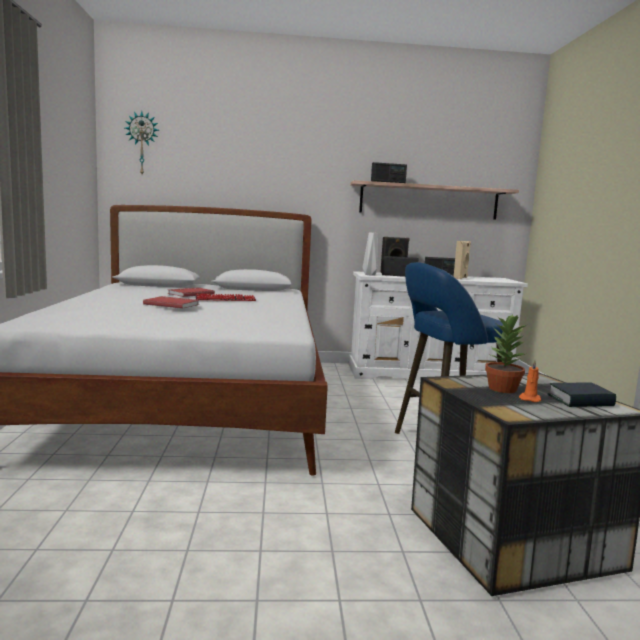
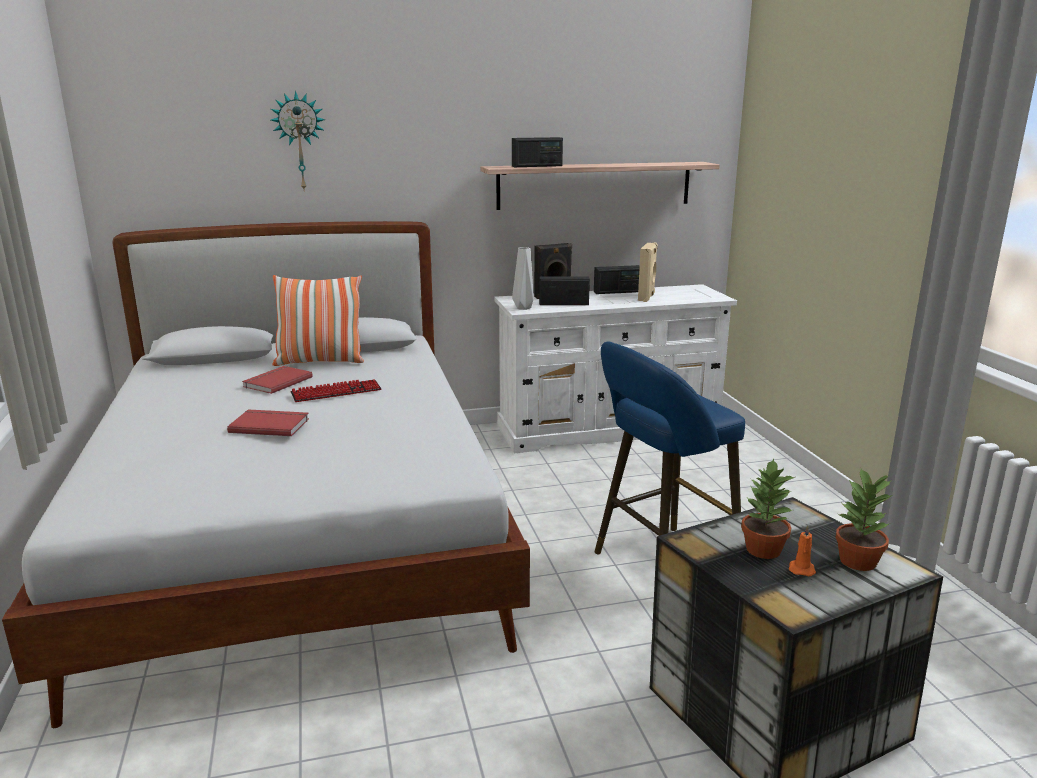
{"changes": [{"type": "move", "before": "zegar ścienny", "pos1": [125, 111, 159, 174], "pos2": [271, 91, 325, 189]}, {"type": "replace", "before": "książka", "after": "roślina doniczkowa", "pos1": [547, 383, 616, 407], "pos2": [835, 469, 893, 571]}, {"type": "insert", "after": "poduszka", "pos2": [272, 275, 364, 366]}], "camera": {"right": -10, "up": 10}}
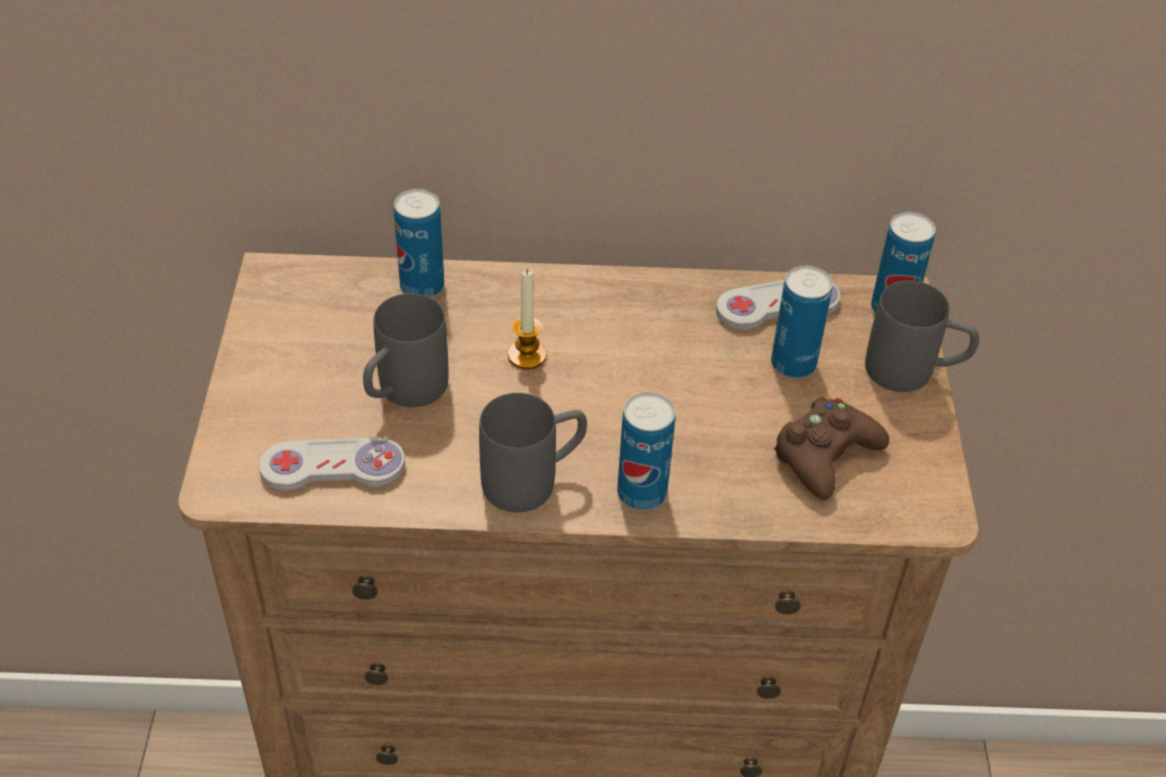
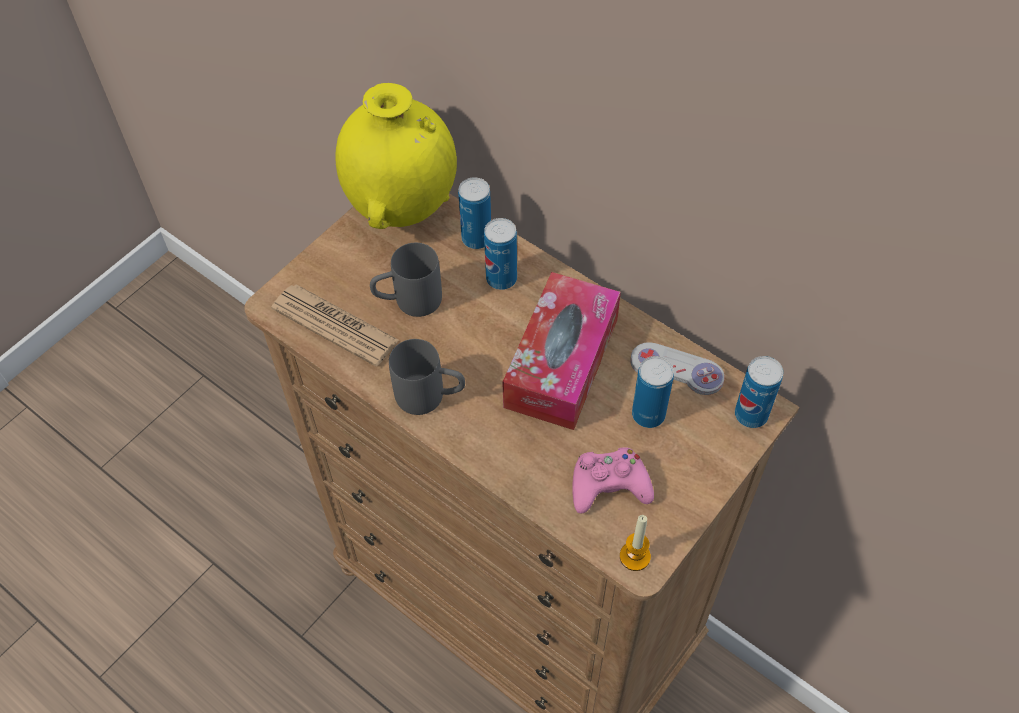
{"changes": [{"type": "replace", "before": "pad do gier (biały)", "after": "gazeta", "pos1": [259, 437, 405, 491], "pos2": [271, 284, 399, 367]}, {"type": "move", "before": "świeca", "pos1": [508, 269, 547, 369], "pos2": [620, 515, 651, 571]}, {"type": "move", "before": "puszka", "pos1": [617, 392, 675, 510], "pos2": [484, 218, 517, 290]}, {"type": "recolor", "before": "pad do gier (brązowy)", "after": "pad do gier (różowy)", "pos1": [774, 397, 889, 500], "pos2": [572, 447, 654, 513]}, {"type": "delete", "before": "kubek (szary)", "pos1": [865, 280, 979, 392]}, {"type": "insert", "after": "wazon (żółty)", "pos2": [336, 83, 457, 229]}, {"type": "insert", "after": "pudełko chusteczek", "pos2": [502, 272, 621, 430]}], "camera": {"right": 40, "up": 10}}
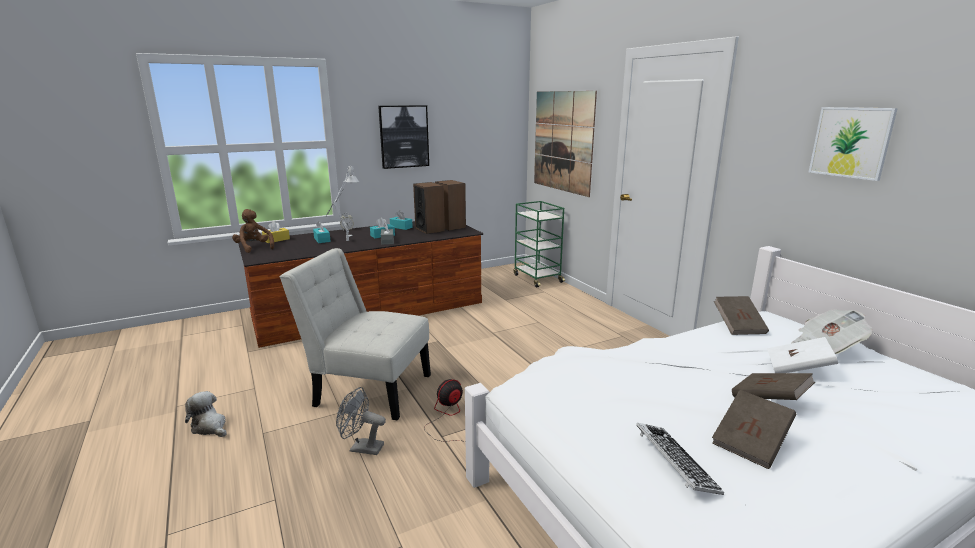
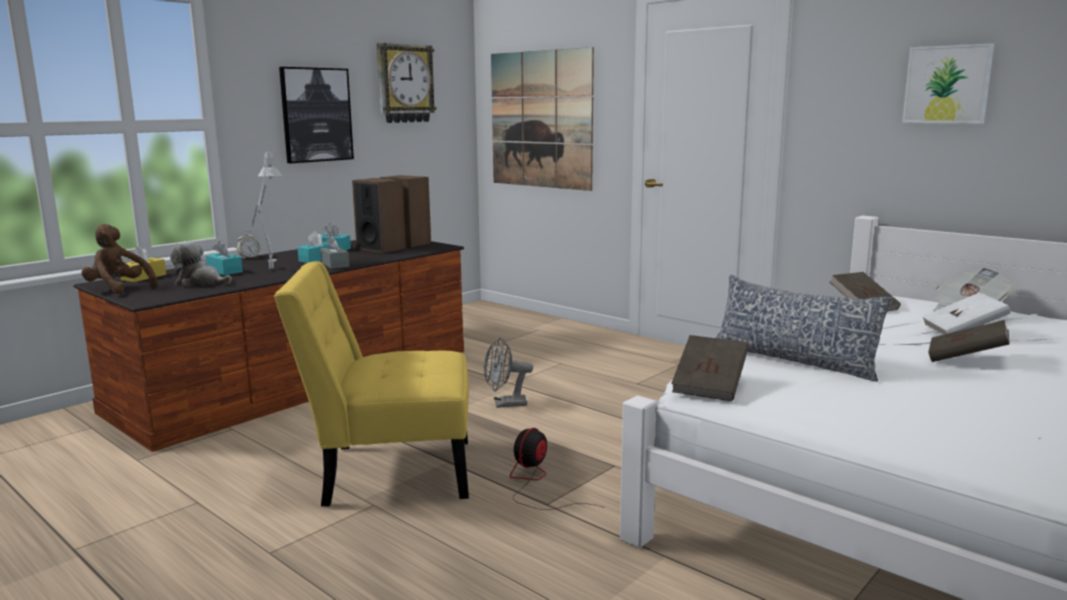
{"changes": [{"type": "move", "before": "pluszak", "pos1": [185, 391, 227, 437], "pos2": [170, 241, 232, 287]}, {"type": "recolor", "before": "krzesło (biały)", "after": "krzesło (żółty)", "pos1": [280, 248, 431, 421], "pos2": [274, 261, 469, 506]}, {"type": "move", "before": "wentylator (szary)", "pos1": [336, 387, 386, 455], "pos2": [484, 338, 533, 408]}, {"type": "delete", "before": "wózek (zielony)", "pos1": [513, 201, 565, 288]}, {"type": "delete", "before": "klawiatura", "pos1": [636, 423, 724, 495]}, {"type": "move", "before": "książka (brązowy)", "pos1": [712, 390, 796, 469], "pos2": [671, 335, 749, 401]}, {"type": "insert", "after": "zegar ścienny", "pos2": [377, 43, 436, 123]}, {"type": "insert", "after": "poduszka", "pos2": [716, 275, 893, 382]}], "camera": {"right": -20, "up": -5}}
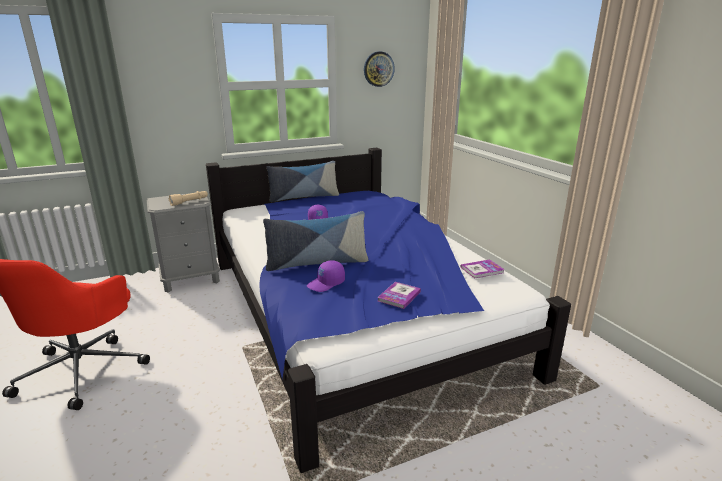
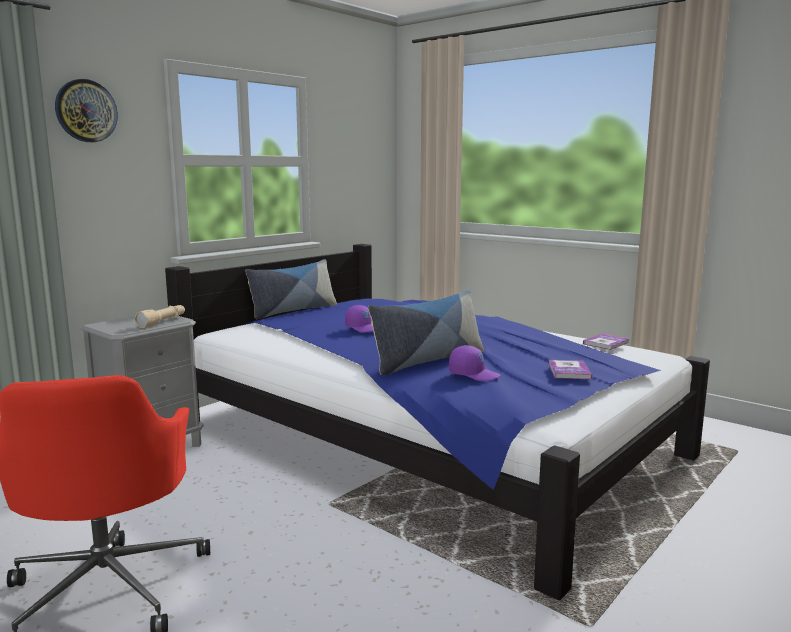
{"changes": [{"type": "rotate", "before": "czapka z daszkiem (fioletowy)", "pos1": [307, 260, 345, 292], "pos2": [449, 345, 500, 382], "turn": -90}, {"type": "move", "before": "zegar ścienny", "pos1": [364, 52, 395, 87], "pos2": [55, 79, 118, 142]}], "camera": {"right": -25, "up": -10}}
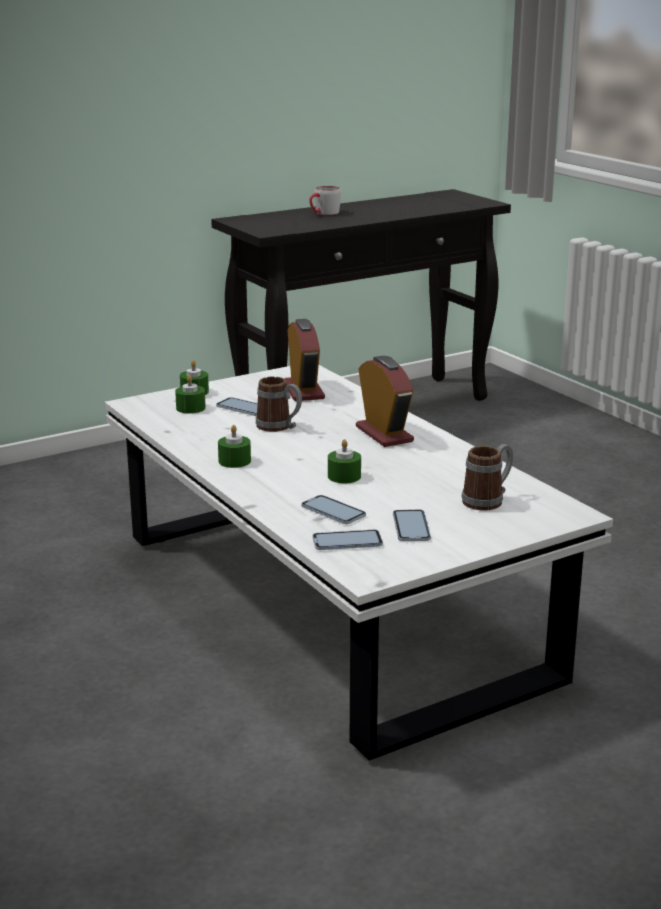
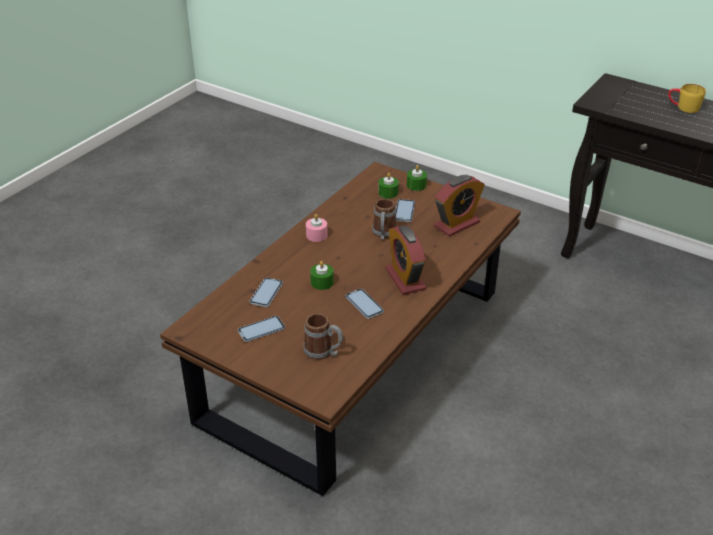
{"changes": [{"type": "recolor", "before": "ława (biały)", "after": "ława (brązowy)", "pos1": [104, 365, 613, 761], "pos2": [160, 162, 521, 496]}, {"type": "recolor", "before": "świeca (zielony)", "after": "świeca (różowy)", "pos1": [218, 425, 251, 468], "pos2": [306, 214, 328, 242]}, {"type": "recolor", "before": "kubek (szary)", "after": "kubek (żółty)", "pos1": [309, 186, 341, 215], "pos2": [668, 84, 706, 113]}, {"type": "move", "before": "telefon", "pos1": [312, 530, 383, 550], "pos2": [346, 289, 384, 319]}, {"type": "rotate", "before": "budzik", "pos1": [356, 356, 414, 447], "pos2": [386, 225, 426, 295], "turn": 120}], "camera": {"right": 65, "up": 15}}
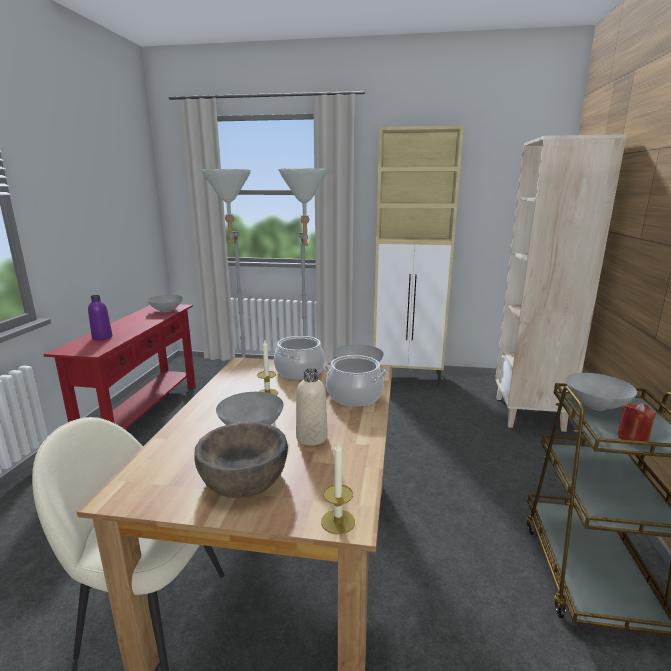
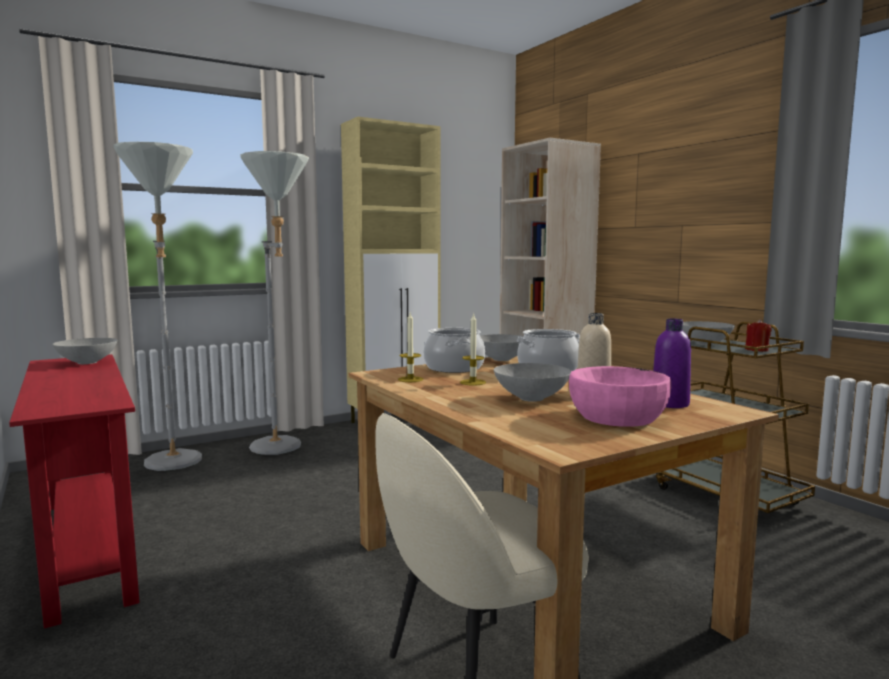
{"changes": [{"type": "move", "before": "butelka (fioletowy)", "pos1": [88, 295, 112, 340], "pos2": [653, 319, 691, 408]}, {"type": "recolor", "before": "miska (brązowy)", "after": "miska (różowy)", "pos1": [194, 422, 288, 498], "pos2": [569, 366, 671, 427]}, {"type": "move", "before": "świeca", "pos1": [321, 441, 355, 534], "pos2": [398, 313, 423, 382]}], "camera": {"right": -40, "up": -10}}
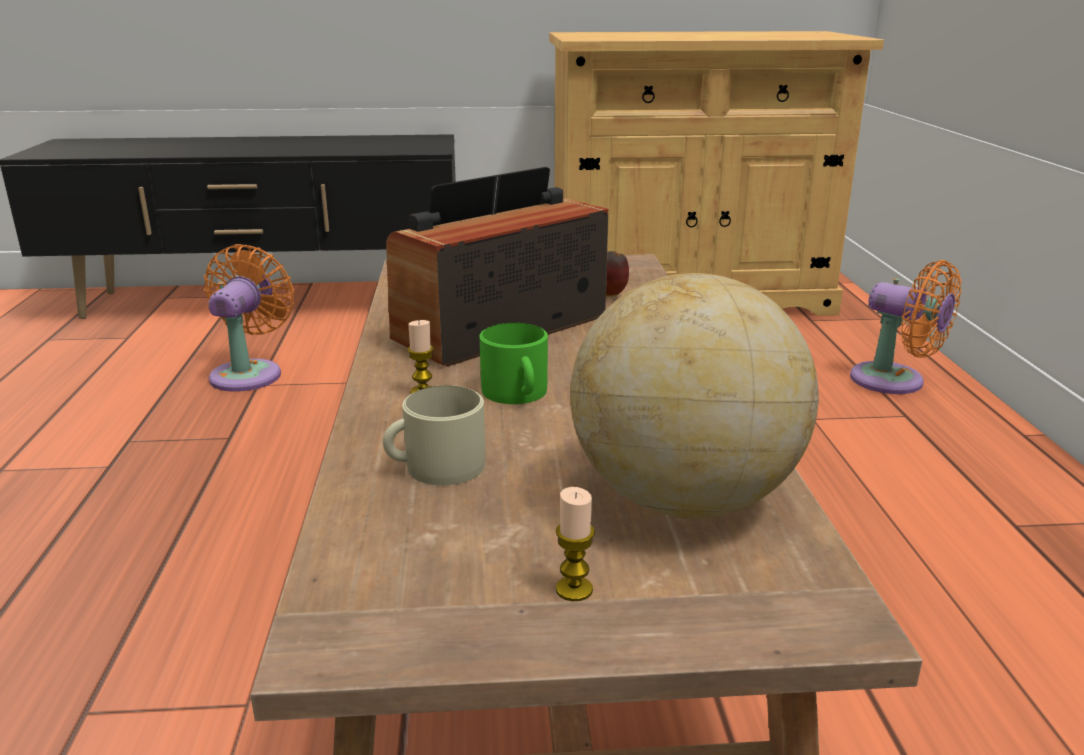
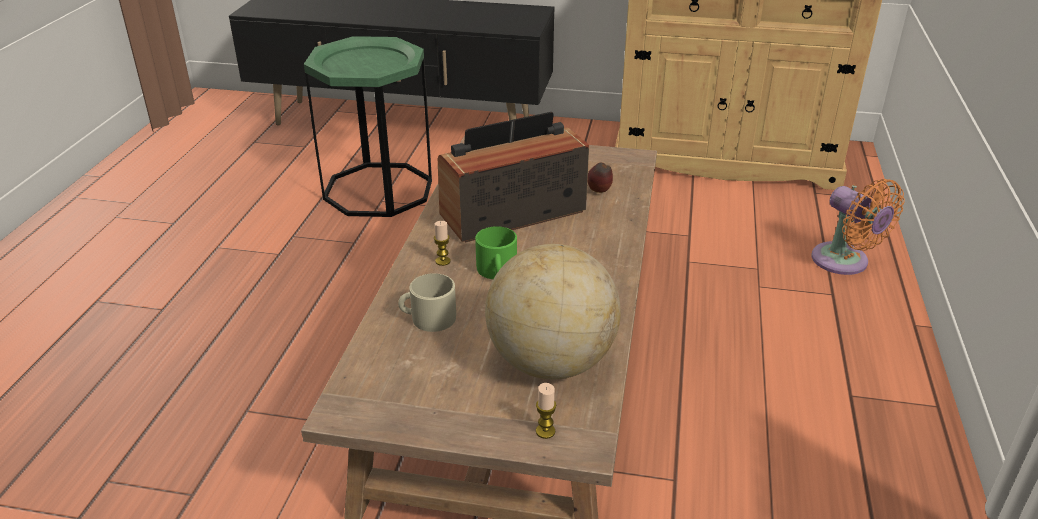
{"changes": [{"type": "replace", "before": "wentylator (pomarańczowy)", "after": "stolik (zielony)", "pos1": [204, 244, 294, 392], "pos2": [304, 36, 432, 217]}, {"type": "move", "before": "świeca", "pos1": [556, 487, 595, 601], "pos2": [536, 383, 556, 439]}], "camera": {"right": 15, "up": 10}}
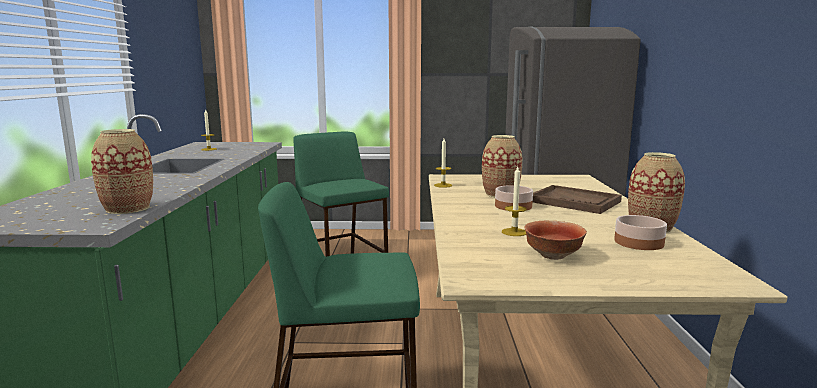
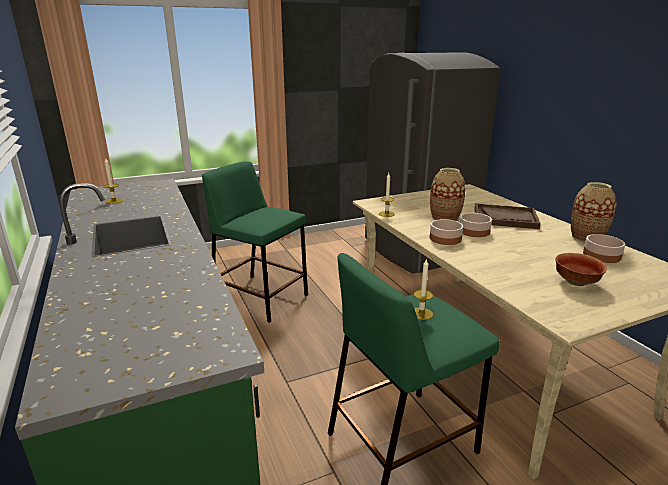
{"changes": [{"type": "delete", "before": "wazon", "pos1": [91, 129, 153, 214]}, {"type": "move", "before": "świeca", "pos1": [502, 167, 527, 236], "pos2": [413, 259, 433, 320]}, {"type": "insert", "after": "miska", "pos2": [430, 219, 463, 245]}], "camera": {"right": -25, "up": 10}}
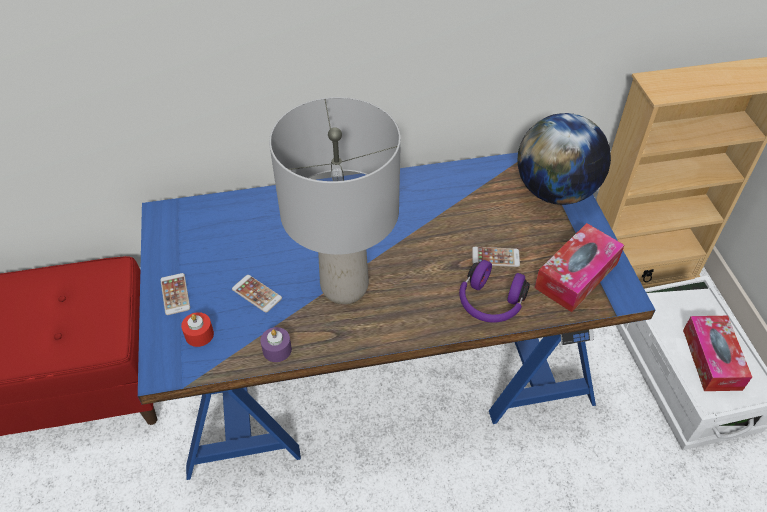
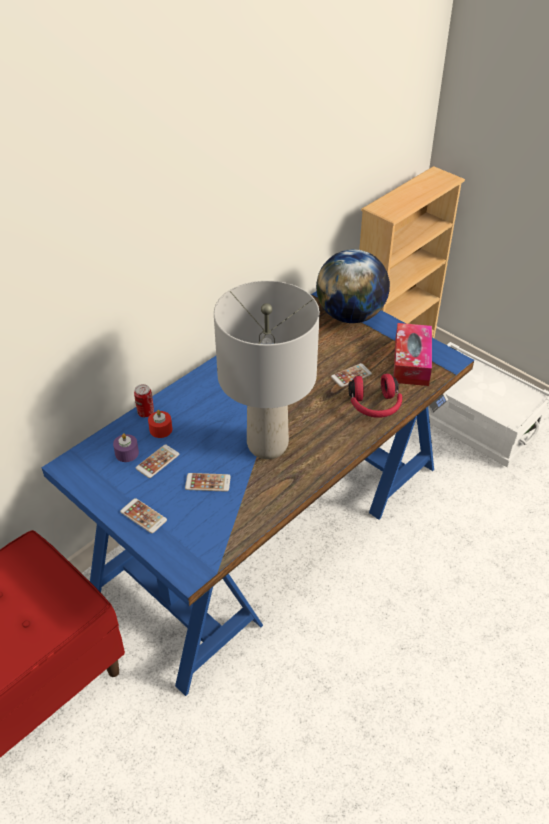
{"changes": [{"type": "move", "before": "świeca (czerwony)", "pos1": [181, 312, 214, 347], "pos2": [148, 410, 172, 438]}, {"type": "move", "before": "świeca (fioletowy)", "pos1": [260, 327, 292, 362], "pos2": [113, 433, 139, 462]}, {"type": "recolor", "before": "słuchawki (fioletowy)", "after": "słuchawki (czerwony)", "pos1": [459, 260, 530, 323], "pos2": [348, 374, 402, 418]}, {"type": "delete", "before": "pudełko chusteczek", "pos1": [683, 316, 752, 391]}, {"type": "insert", "after": "puszka", "pos2": [134, 384, 154, 417]}, {"type": "insert", "after": "telefon", "pos2": [136, 444, 179, 478]}], "camera": {"right": -35, "up": -5}}
